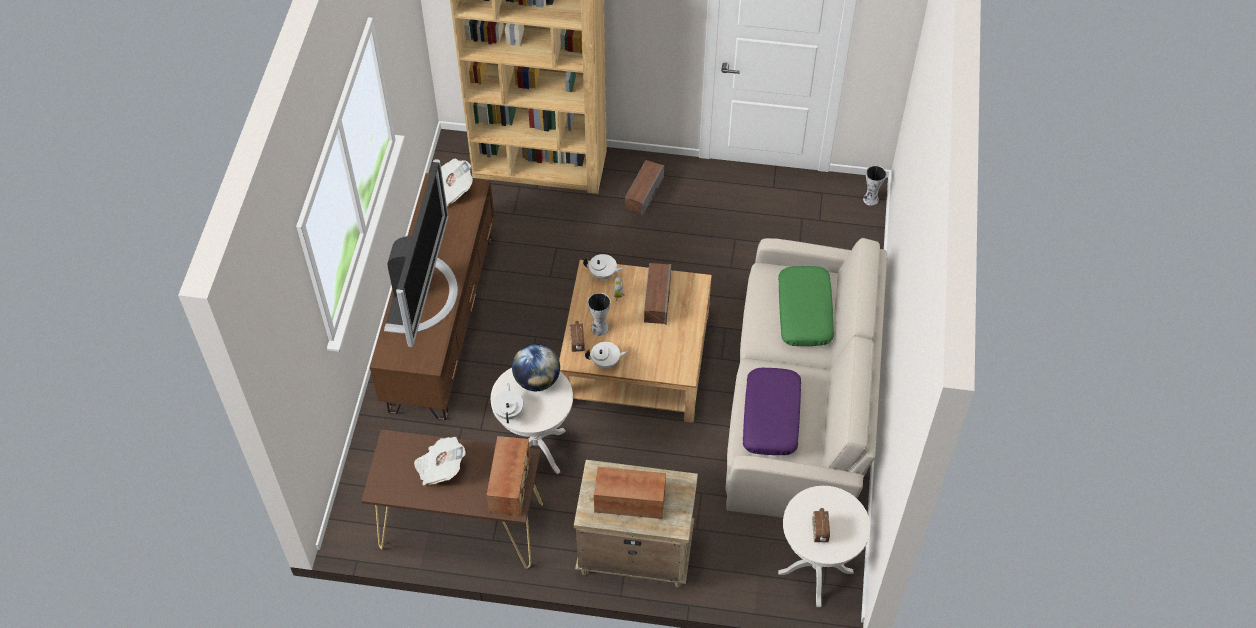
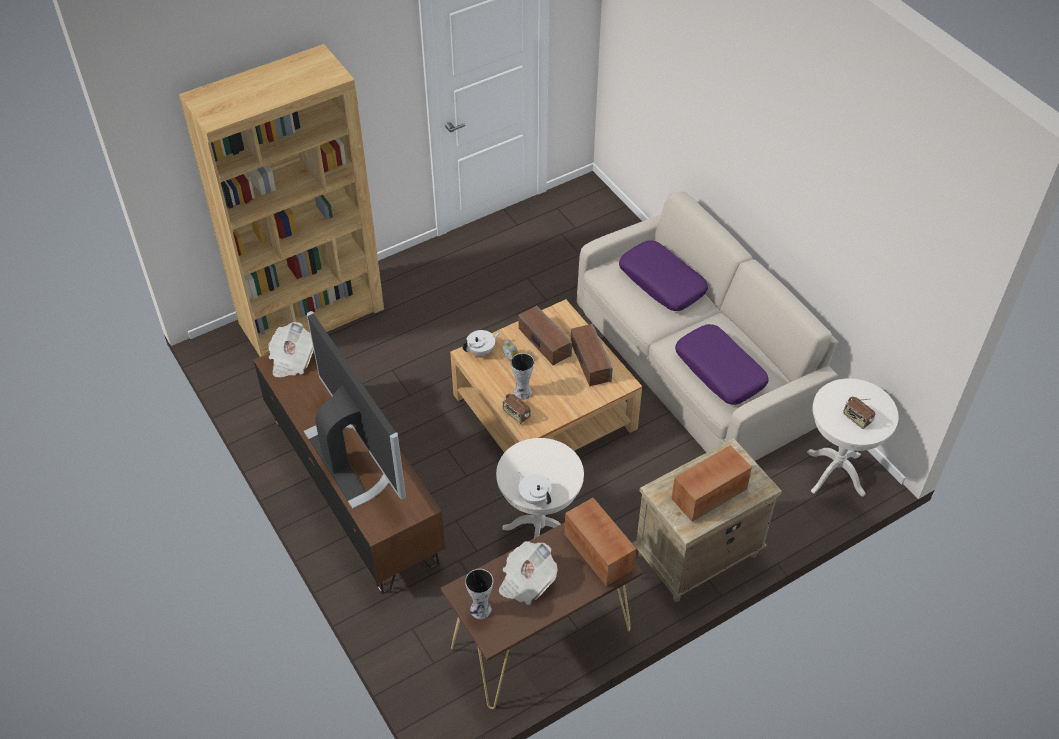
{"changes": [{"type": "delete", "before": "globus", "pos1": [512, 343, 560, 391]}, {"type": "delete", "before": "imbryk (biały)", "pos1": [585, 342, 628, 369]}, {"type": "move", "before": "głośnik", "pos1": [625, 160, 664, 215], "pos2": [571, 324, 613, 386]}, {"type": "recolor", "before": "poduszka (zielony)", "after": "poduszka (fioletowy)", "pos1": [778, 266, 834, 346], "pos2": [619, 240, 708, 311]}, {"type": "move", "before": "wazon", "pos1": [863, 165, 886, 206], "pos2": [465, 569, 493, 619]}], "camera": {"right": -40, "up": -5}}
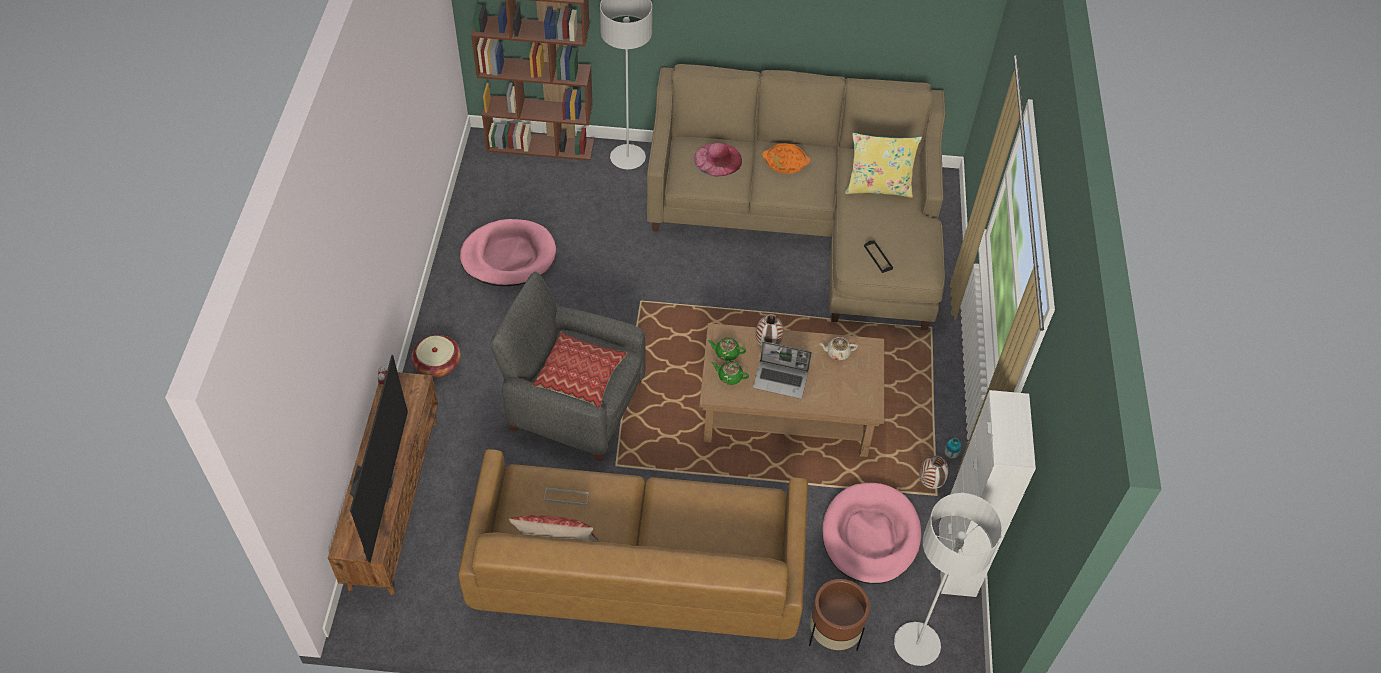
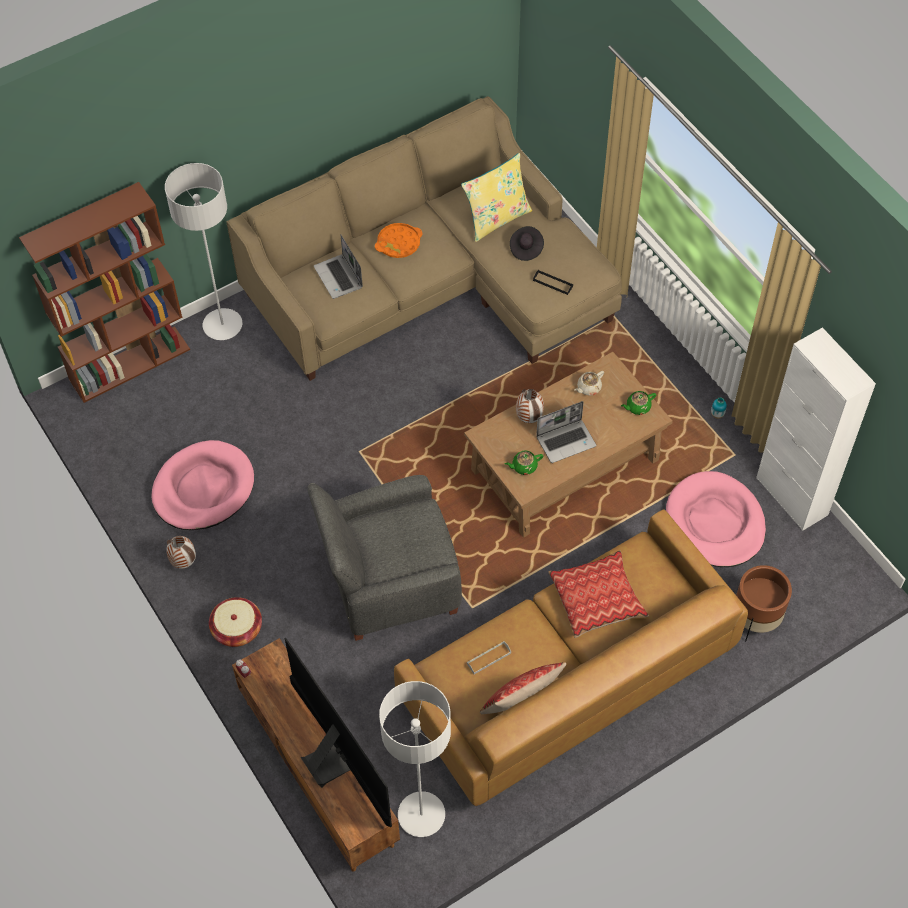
{"changes": [{"type": "move", "before": "poduszka", "pos1": [532, 332, 627, 408], "pos2": [548, 550, 649, 638]}, {"type": "replace", "before": "kapelusz (różowy)", "after": "laptop", "pos1": [694, 143, 742, 177], "pos2": [314, 235, 363, 299]}, {"type": "move", "before": "imbryk (zielony)", "pos1": [708, 337, 746, 361], "pos2": [621, 391, 656, 415]}, {"type": "move", "before": "lampa stojąca (szary)", "pos1": [894, 493, 1003, 666], "pos2": [379, 681, 451, 837]}, {"type": "move", "before": "wazon", "pos1": [919, 455, 949, 489], "pos2": [166, 536, 196, 569]}, {"type": "insert", "after": "kapelusz (czarny)", "pos2": [510, 226, 544, 261]}], "camera": {"right": -35, "up": 5}}
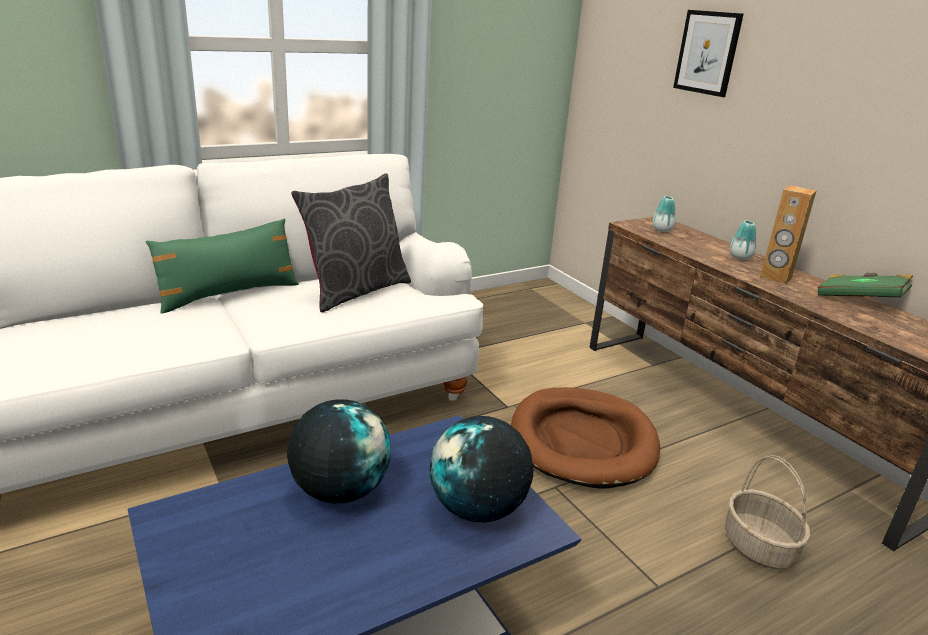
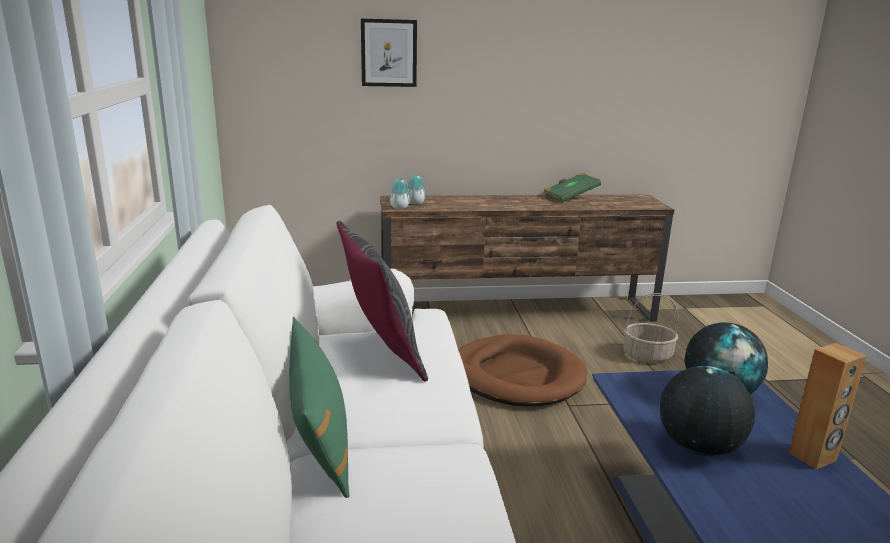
{"changes": [{"type": "move", "before": "wazon", "pos1": [730, 220, 756, 260], "pos2": [390, 178, 410, 209]}, {"type": "move", "before": "głośnik (brązowy)", "pos1": [760, 185, 817, 284], "pos2": [789, 343, 866, 470]}], "camera": {"right": -65, "up": -5}}
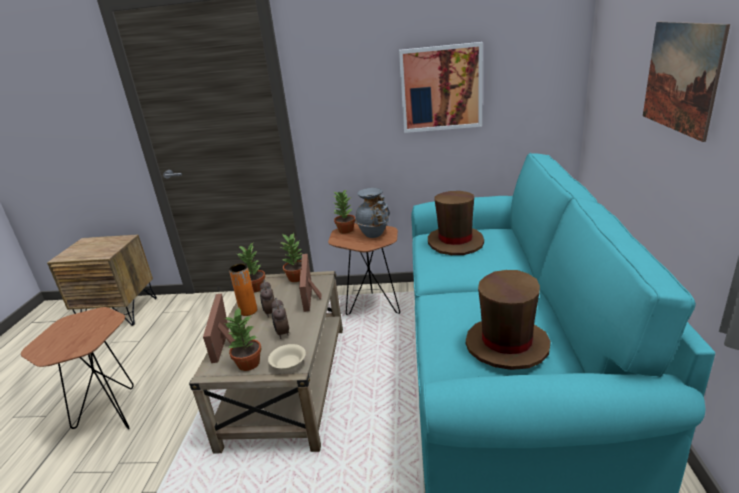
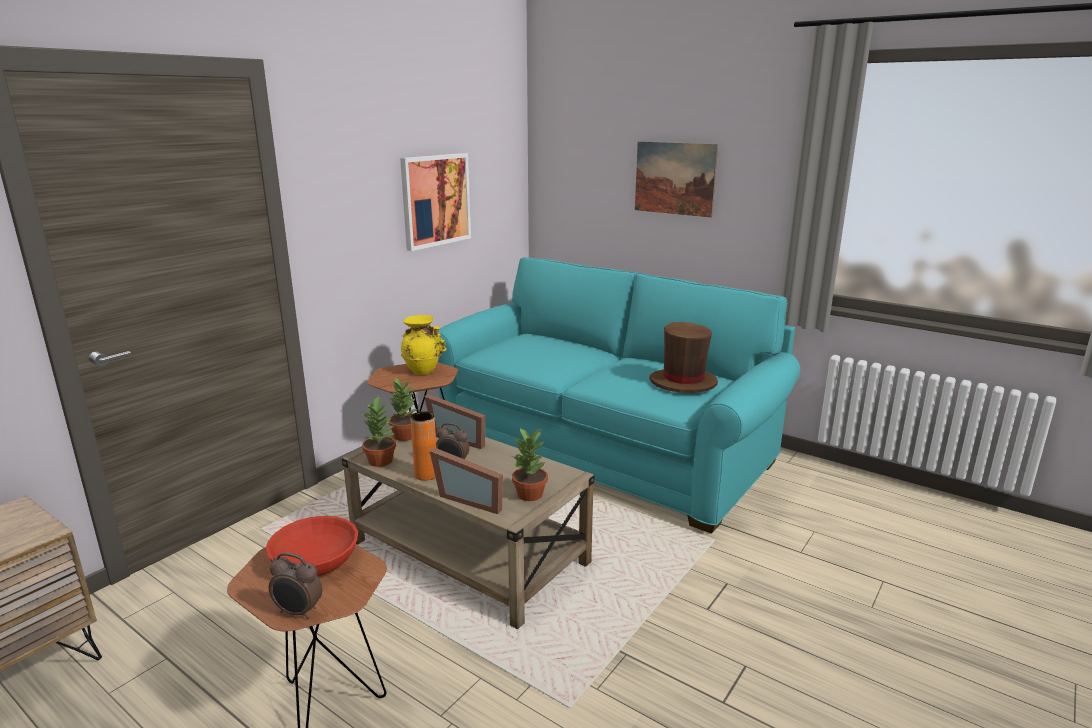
{"changes": [{"type": "delete", "before": "miska (beżowy)", "pos1": [268, 344, 306, 370]}, {"type": "move", "before": "budzik", "pos1": [272, 298, 289, 339], "pos2": [269, 552, 322, 619]}, {"type": "delete", "before": "roślina doniczkowa", "pos1": [333, 189, 356, 234]}, {"type": "recolor", "before": "wazon (szary)", "after": "wazon (żółty)", "pos1": [356, 188, 390, 238], "pos2": [401, 315, 447, 375]}, {"type": "delete", "before": "kapelusz (brązowy)", "pos1": [428, 191, 484, 255]}, {"type": "insert", "after": "miska (czerwony)", "pos2": [266, 516, 358, 576]}], "camera": {"right": -60, "up": -5}}
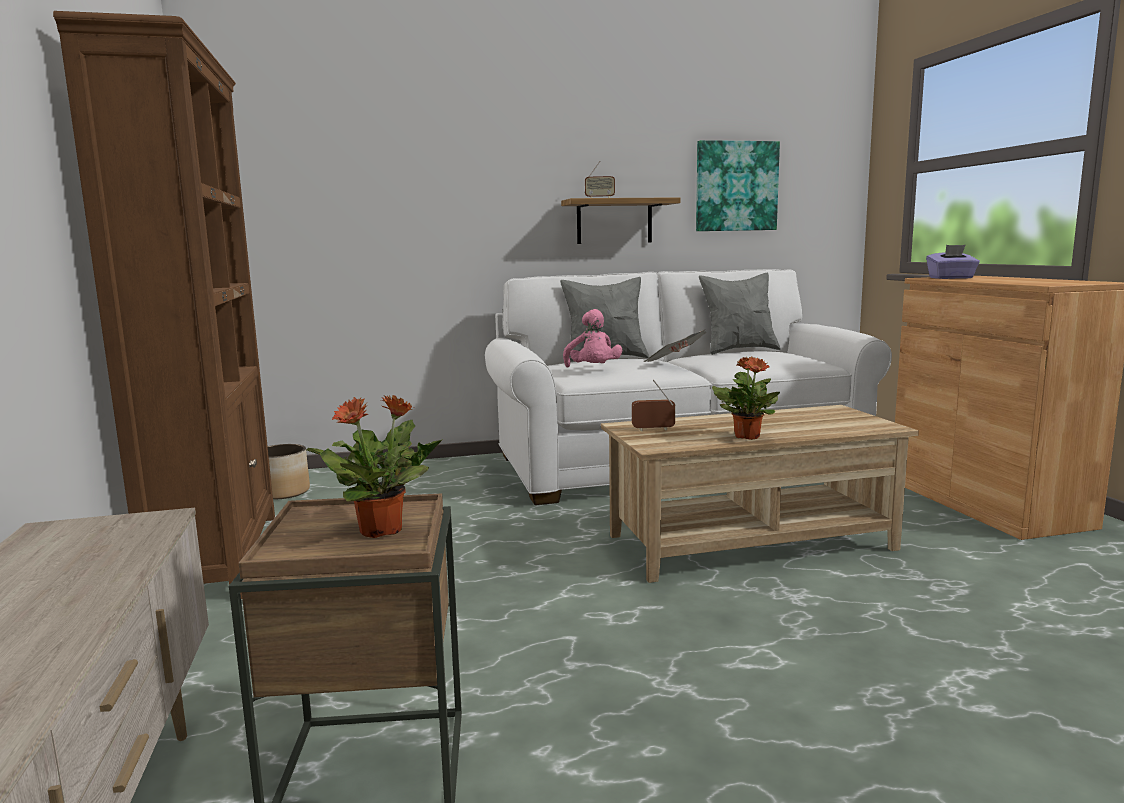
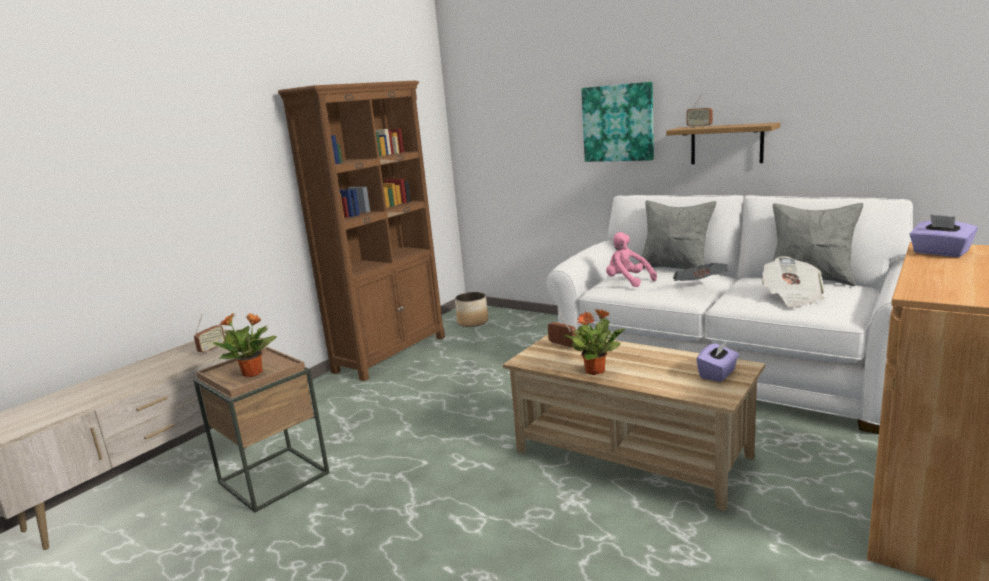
{"changes": [{"type": "rotate", "before": "pluszak (różowy)", "pos1": [563, 309, 622, 367], "pos2": [606, 232, 657, 287], "turn": 105}, {"type": "move", "before": "obraz", "pos1": [696, 140, 780, 231], "pos2": [581, 82, 654, 162]}, {"type": "insert", "after": "radio", "pos2": [194, 314, 225, 353]}, {"type": "insert", "after": "pudełko chusteczek (fioletowy)", "pos2": [696, 341, 739, 382]}, {"type": "insert", "after": "gazeta", "pos2": [762, 256, 825, 308]}], "camera": {"right": 50, "up": 5}}
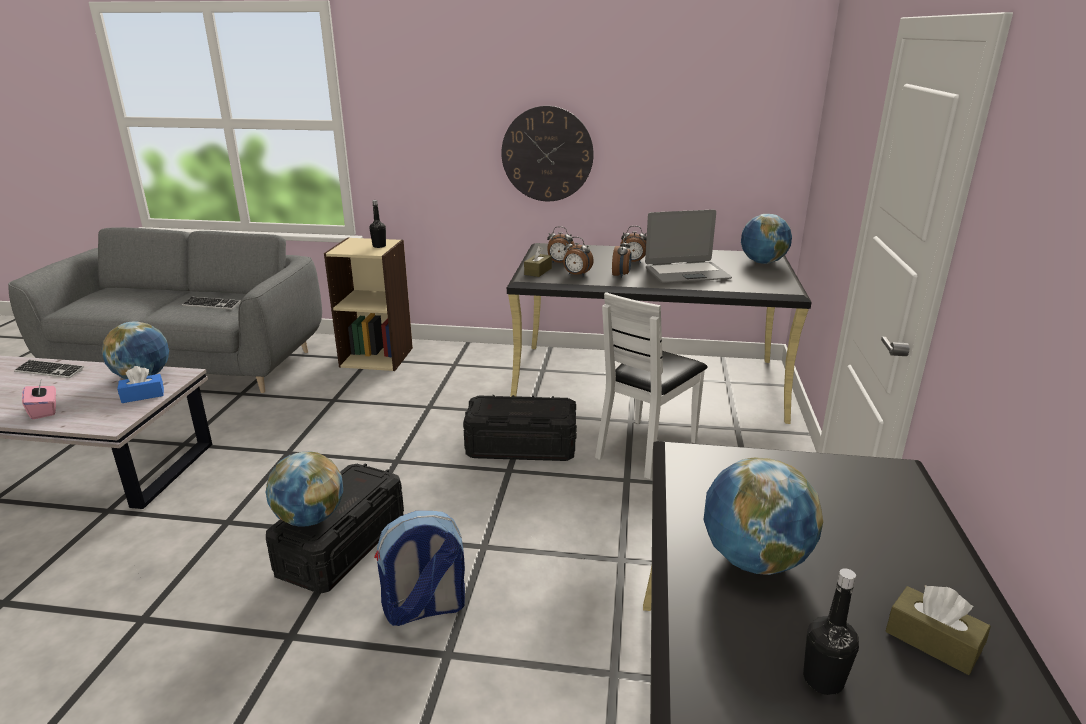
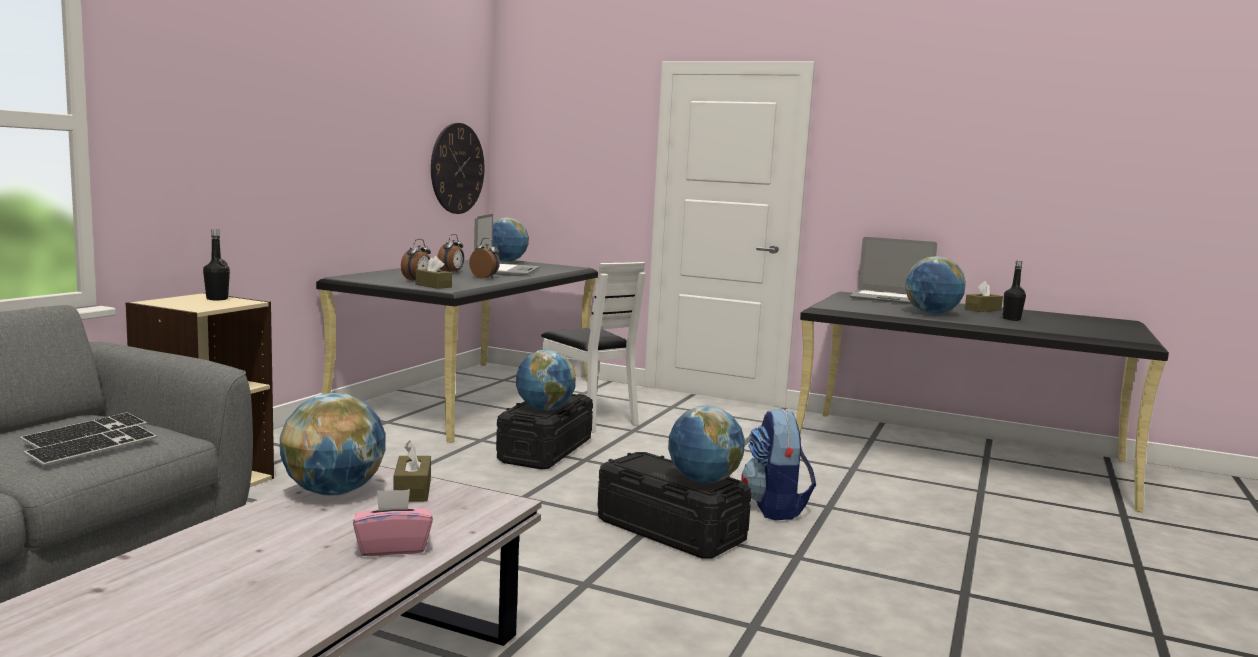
{"changes": [{"type": "move", "before": "klawiatura", "pos1": [14, 360, 84, 378], "pos2": [24, 425, 157, 466]}, {"type": "recolor", "before": "pudełko chusteczek (niebieski)", "after": "pudełko chusteczek (brązowy)", "pos1": [117, 366, 164, 403], "pos2": [393, 440, 431, 502]}, {"type": "move", "before": "zegar ścienny", "pos1": [501, 106, 594, 201], "pos2": [431, 123, 485, 214]}, {"type": "delete", "before": "budzik", "pos1": [563, 237, 594, 277]}, {"type": "insert", "after": "globus", "pos2": [516, 350, 576, 410]}, {"type": "insert", "after": "laptop", "pos2": [850, 237, 937, 304]}], "camera": {"right": -75, "up": -15}}
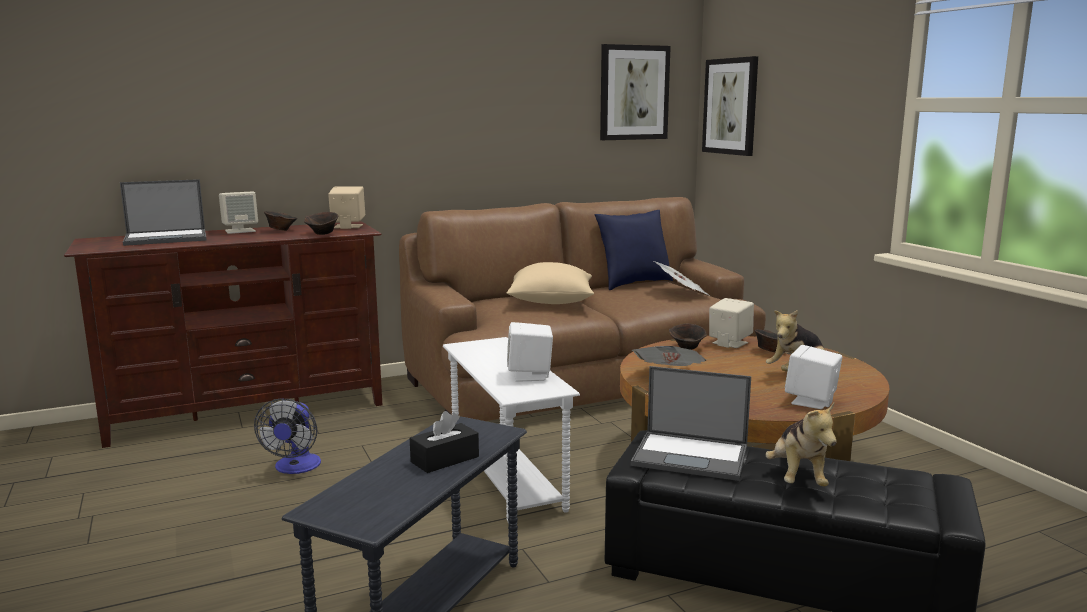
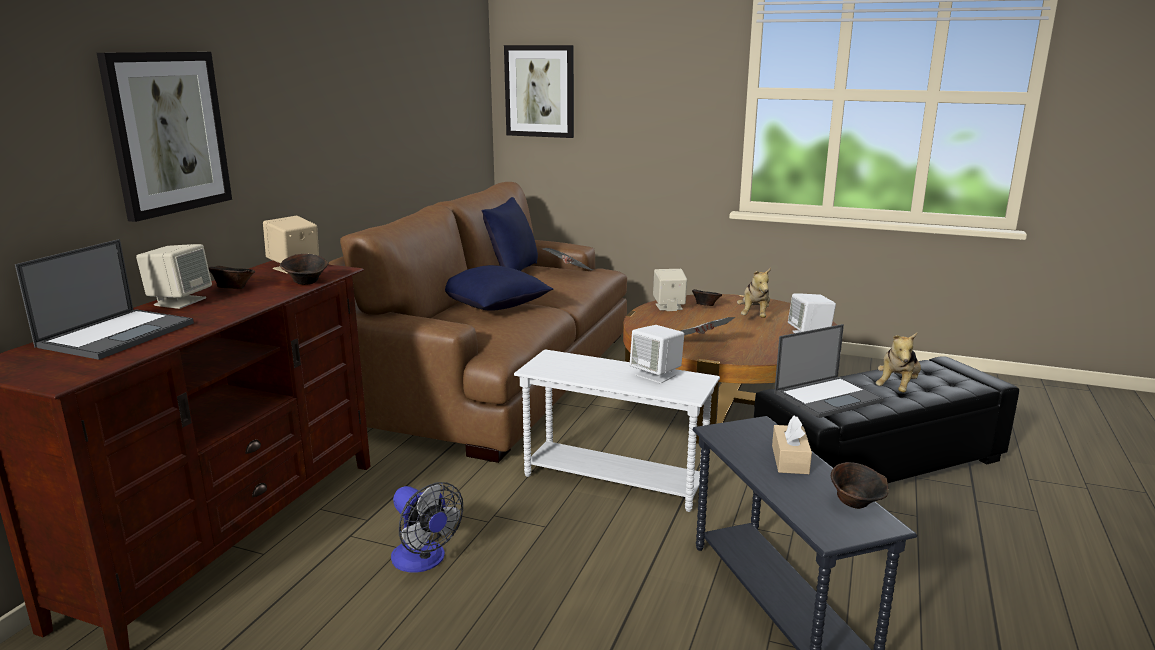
{"changes": [{"type": "recolor", "before": "pudełko chusteczek (czarny)", "after": "pudełko chusteczek (beżowy)", "pos1": [410, 411, 479, 473], "pos2": [772, 415, 812, 474]}, {"type": "recolor", "before": "poduszka (beżowy)", "after": "poduszka (niebieski)", "pos1": [507, 262, 594, 304], "pos2": [445, 265, 553, 311]}, {"type": "move", "before": "obraz", "pos1": [600, 44, 671, 140], "pos2": [97, 52, 232, 222]}, {"type": "move", "before": "miska (brązowy)", "pos1": [669, 323, 707, 350], "pos2": [831, 462, 888, 509]}, {"type": "rotate", "before": "pluszak", "pos1": [765, 403, 837, 487], "pos2": [876, 333, 921, 392], "turn": 75}], "camera": {"right": -45, "up": 5}}
